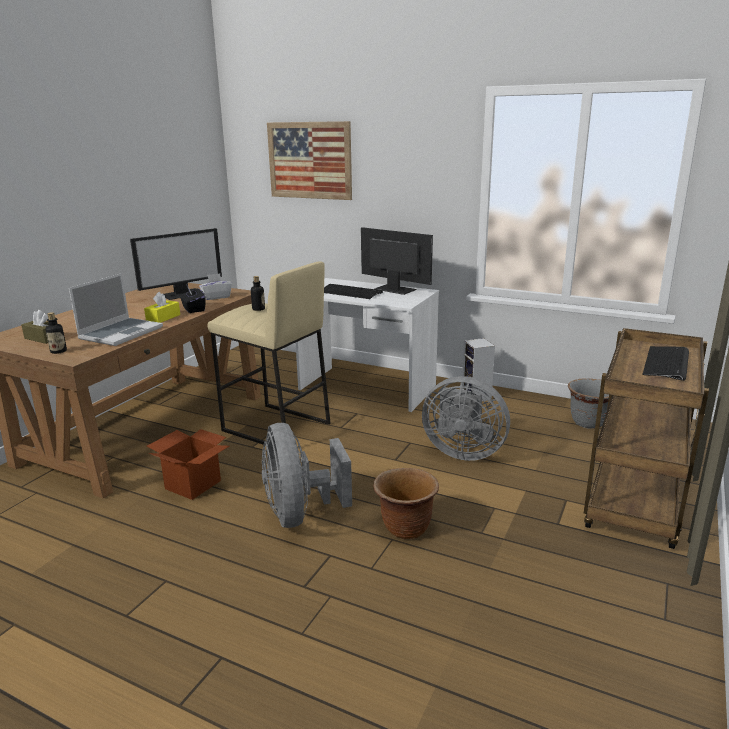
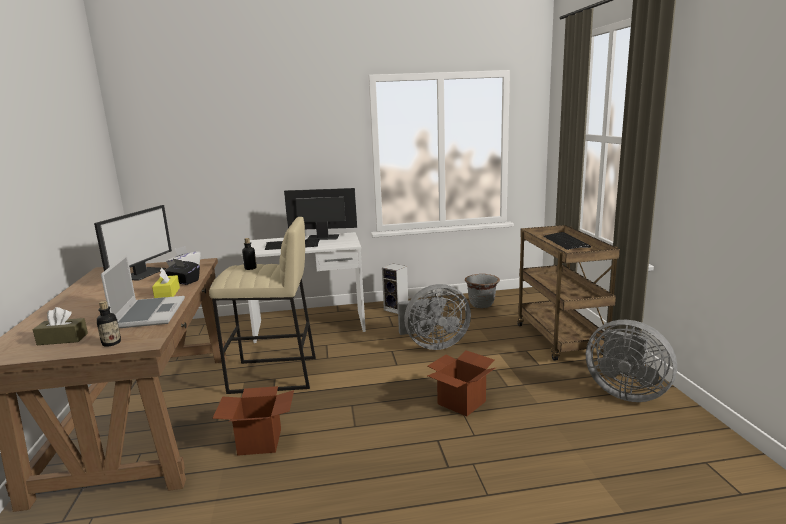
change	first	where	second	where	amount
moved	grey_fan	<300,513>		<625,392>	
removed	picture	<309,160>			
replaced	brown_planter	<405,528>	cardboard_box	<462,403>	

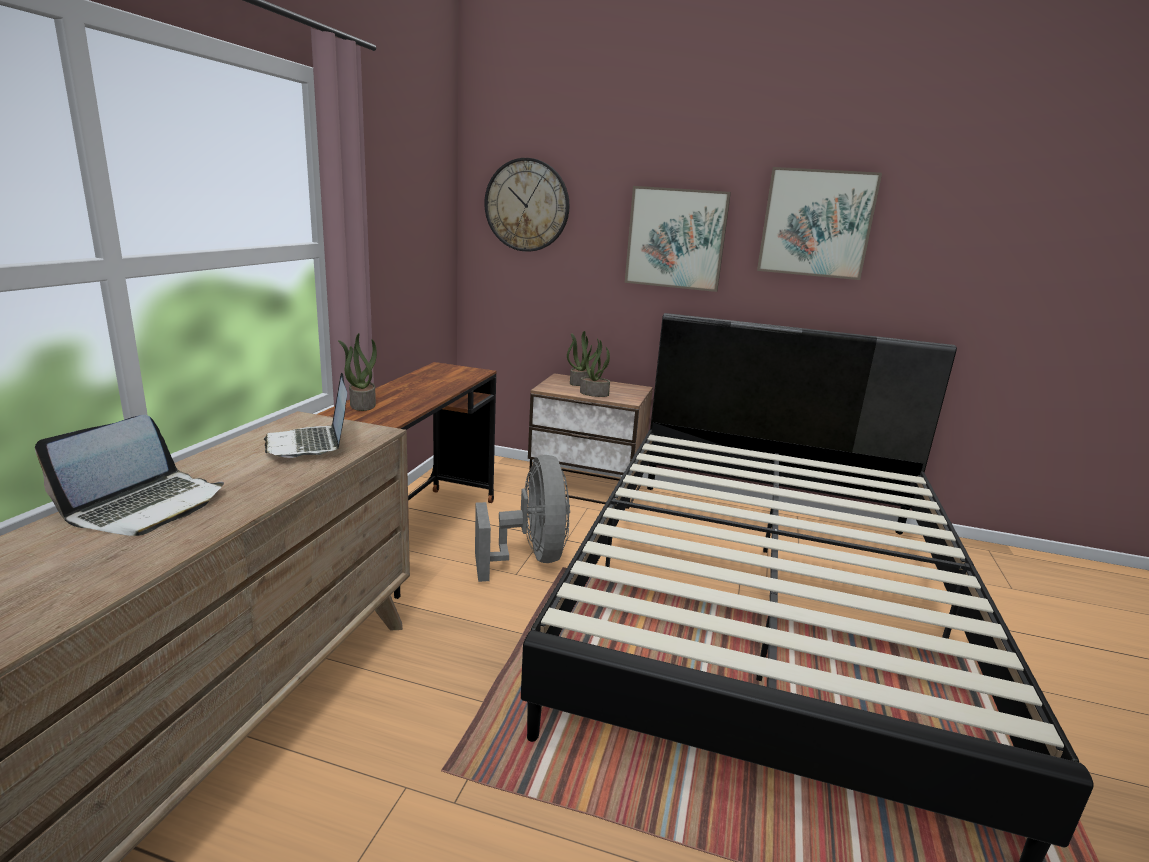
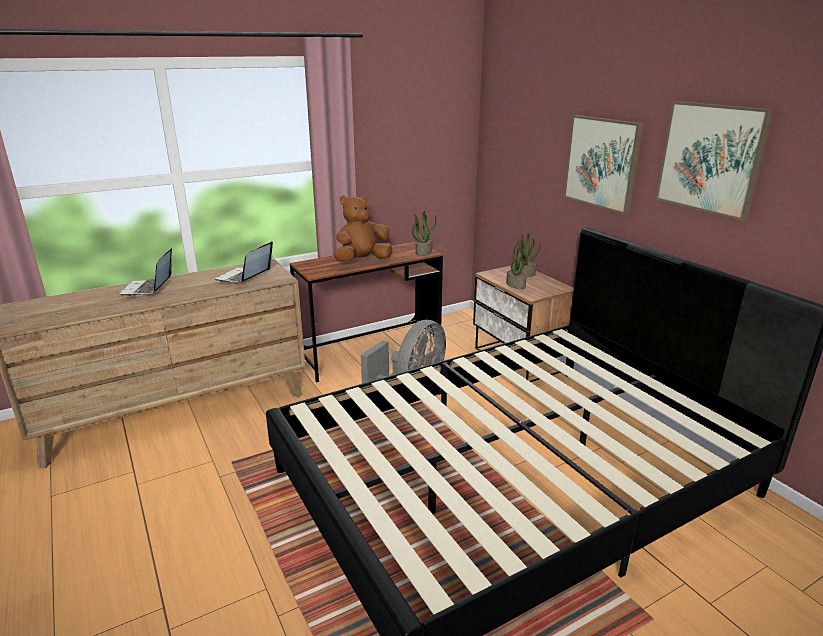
change	first	where	second	where	amount
turned	laptop	<146,506>		<148,289>	105 degrees clockwise
moved	potted_plant	<362,404>		<423,252>	
removed	wall_clock	<527,205>			
added			brown_plush_toy	<362,261>	

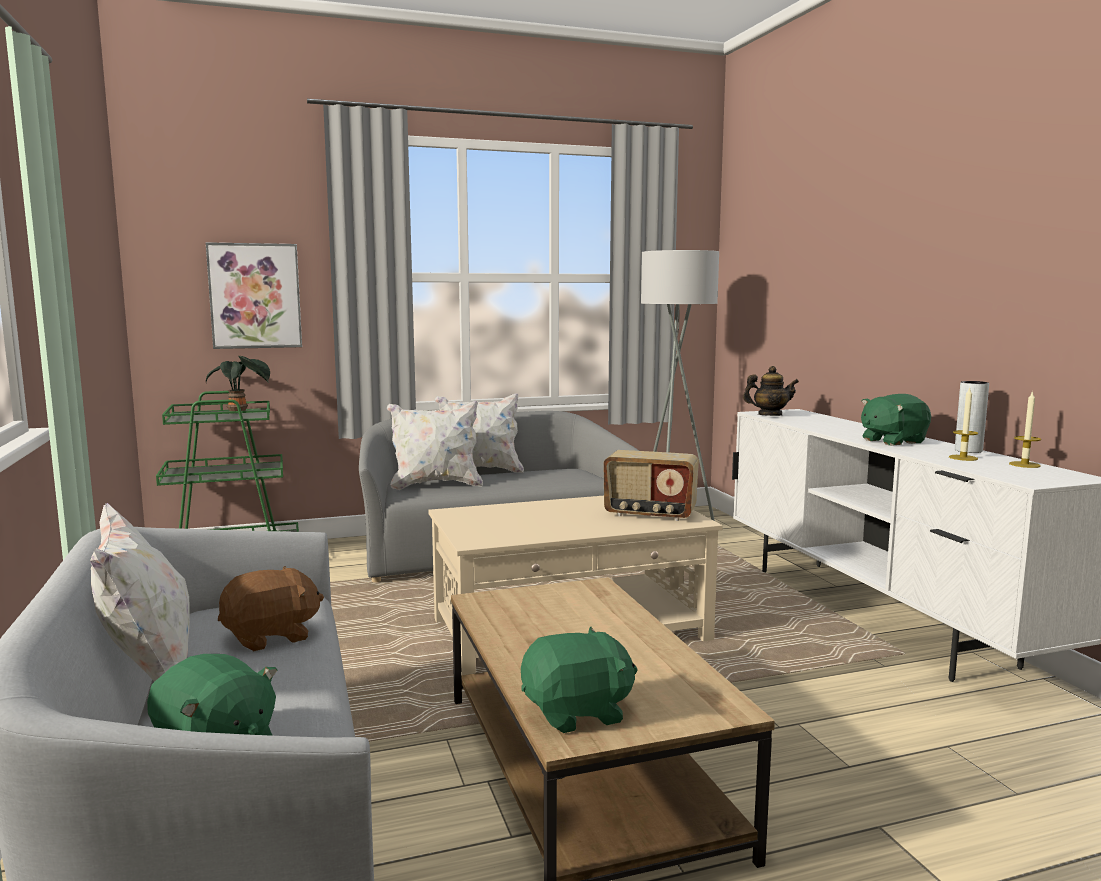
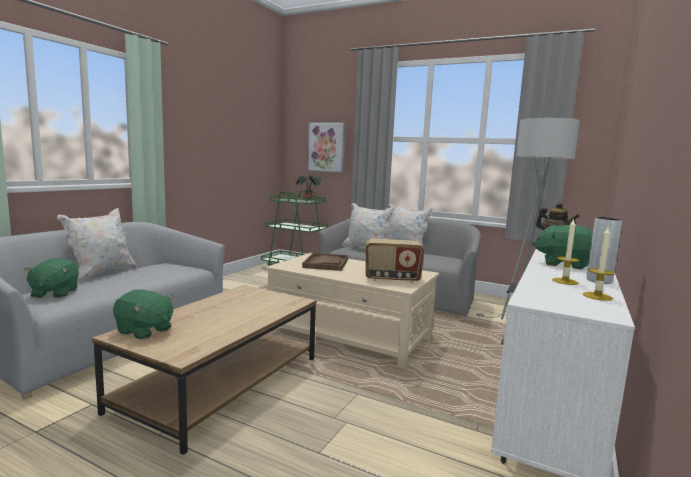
change	first	where	second	where	amount
removed	brown_plush_toy	<271,637>			
turned	radio	<649,514>		<392,279>	60 degrees counterclockwise
added			brown_tray	<326,263>	

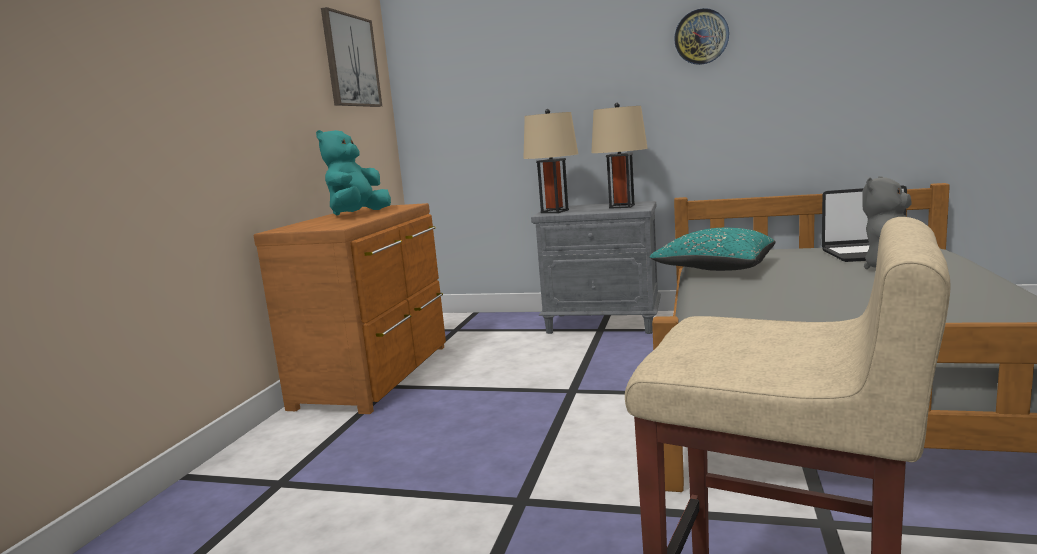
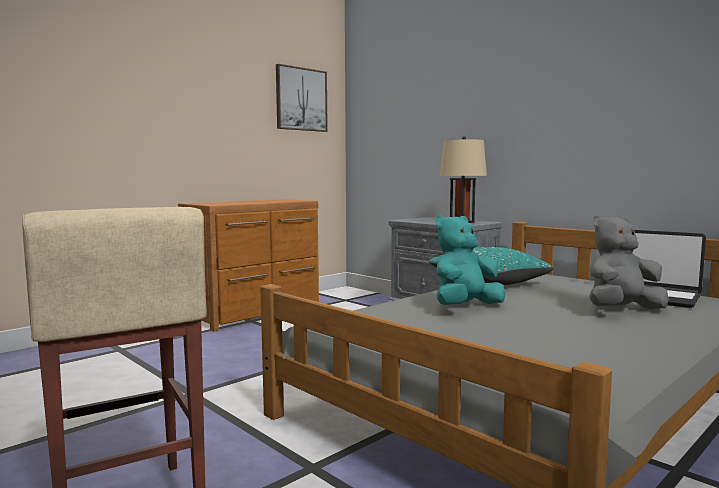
change	first	where	second	where	amount
moved	turquoise_plush_toy	<357,214>		<465,307>	
removed	beige_table_lamp	<554,211>			
removed	wall_clock	<701,37>			

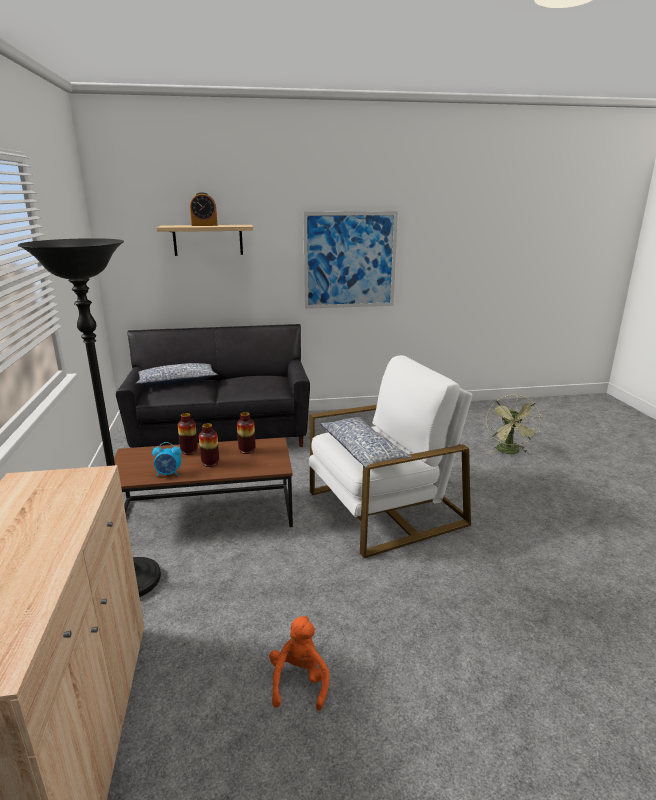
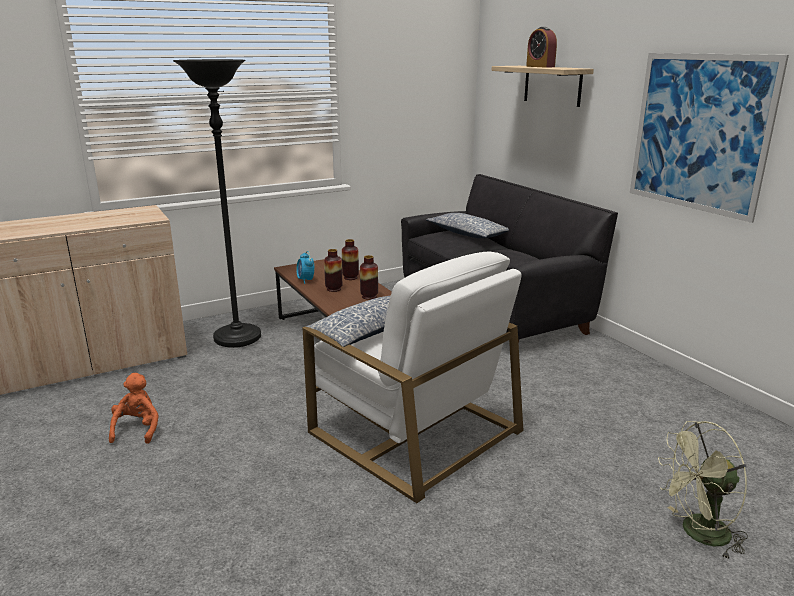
change	first	where	second	where	amount
turned	orange_plush_toy	<299,681>		<137,429>	75 degrees counterclockwise

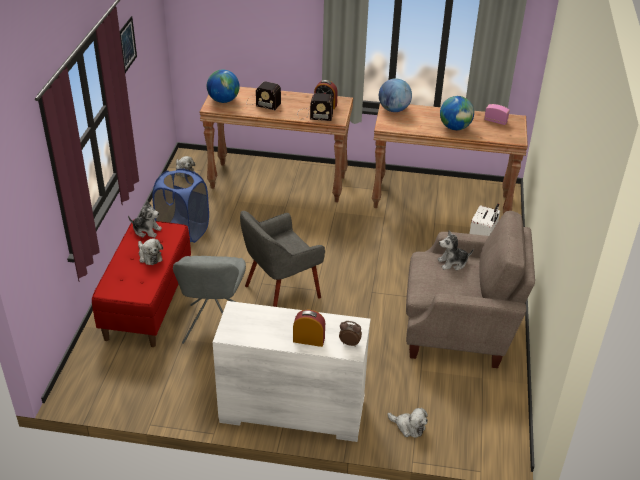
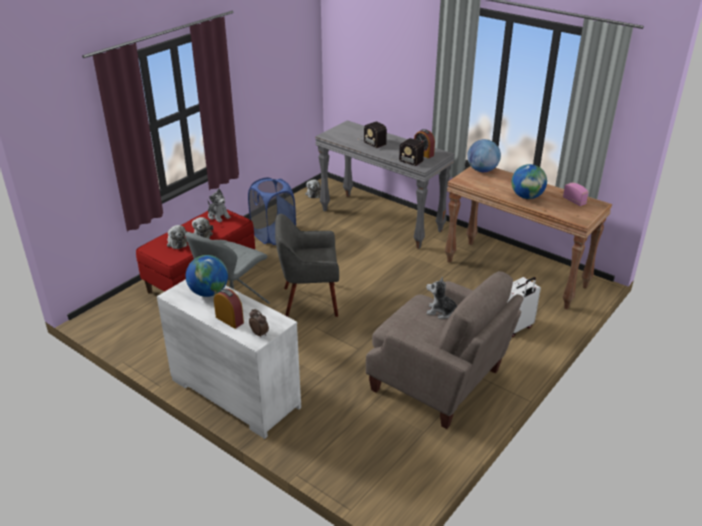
change	first	where	second	where	amount
removed	picture	<127,44>			
recoloured	brown_console_table	<279,182>	grey_console_table	<382,220>	
moved	globe	<223,100>		<209,292>	
moved	plush_toy	<408,427>		<176,242>	

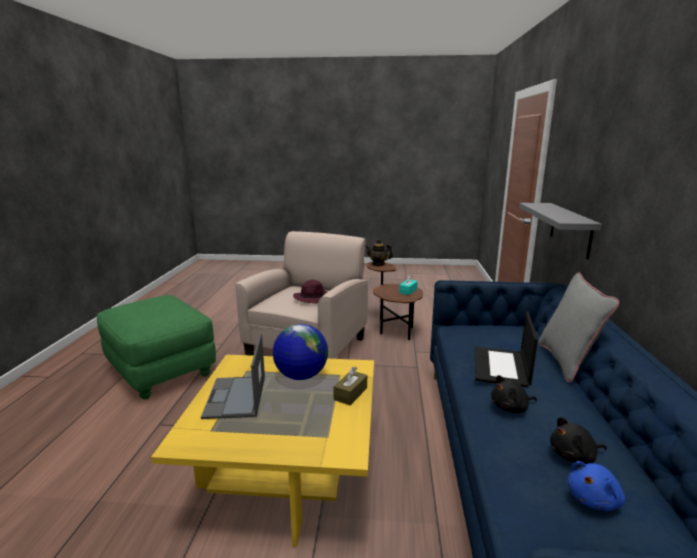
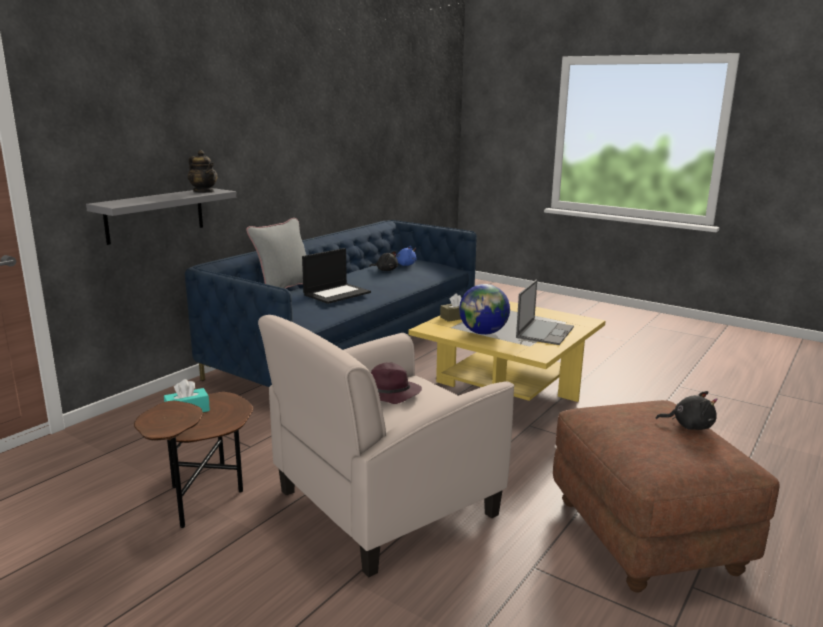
change	first	where	second	where	amount
recoloured	green_ottoman	<161,370>	brown_ottoman	<645,535>	
moved	teapot	<378,264>		<204,192>	
moved	black_plush_toy	<511,408>		<689,426>	

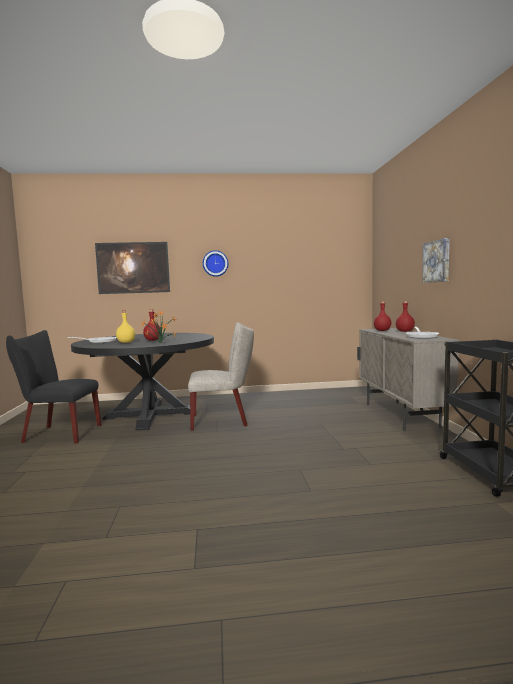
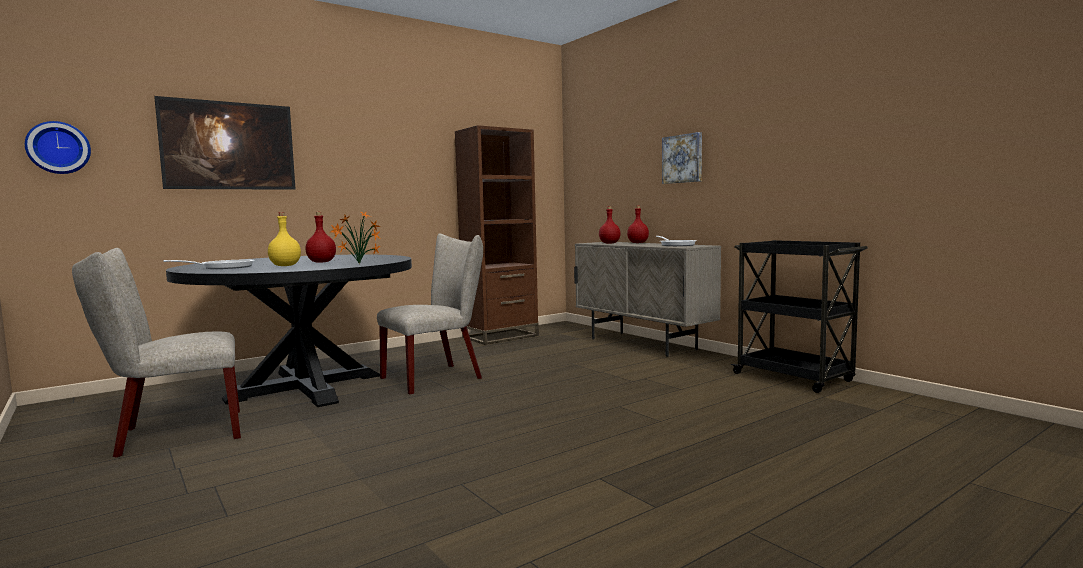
change	first	where	second	where	amount
recoloured	black_chair	<57,434>	beige_chair	<172,434>	
moved	wall_clock	<215,263>		<58,148>	
added			brown_bookcase	<500,336>	

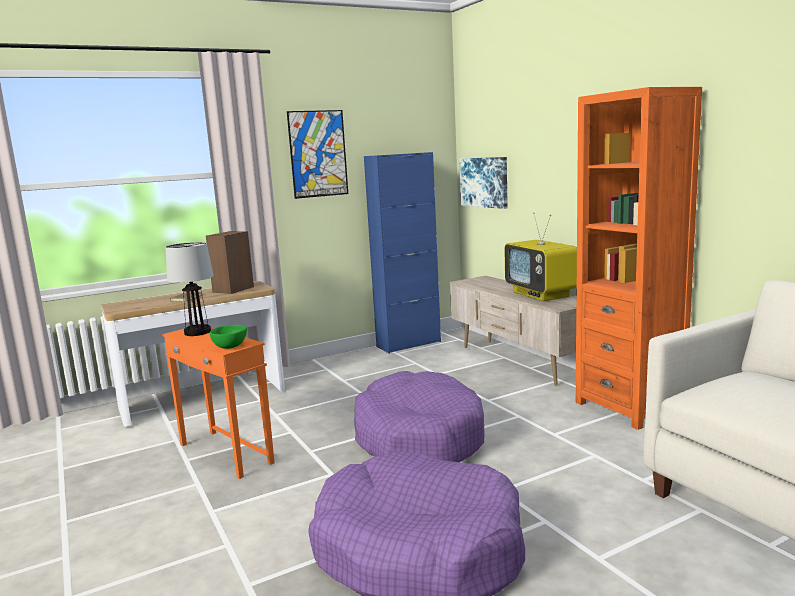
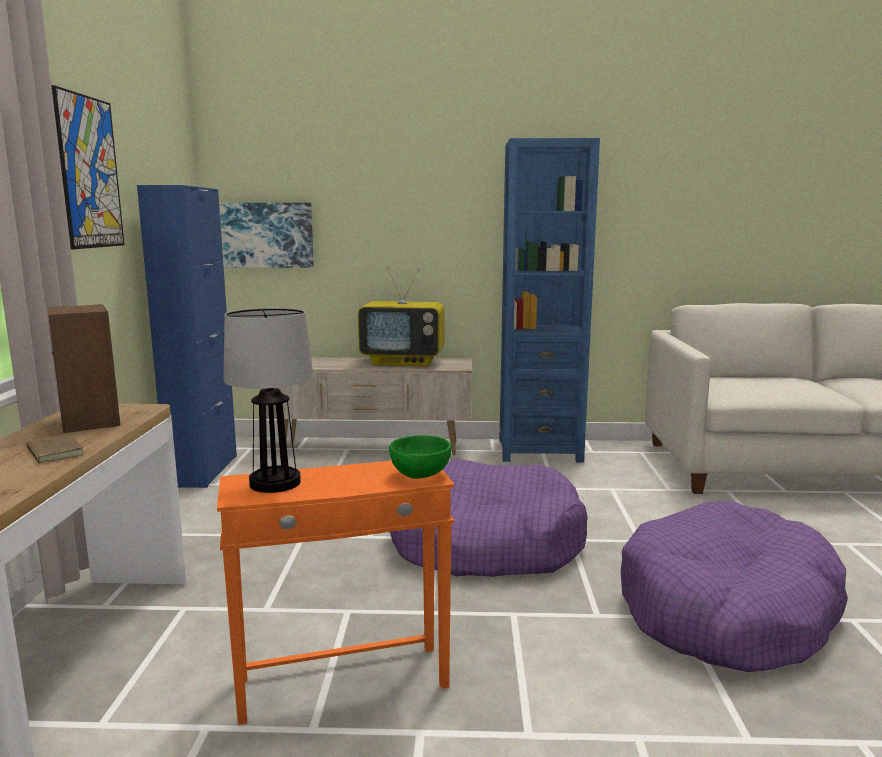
change	first	where	second	where	amount
recoloured	orange_bookcase	<629,407>	blue_bookcase	<539,450>	

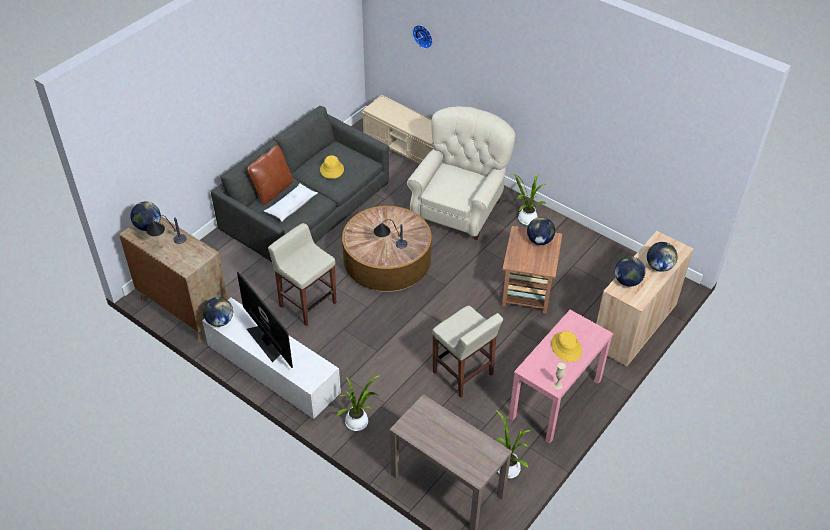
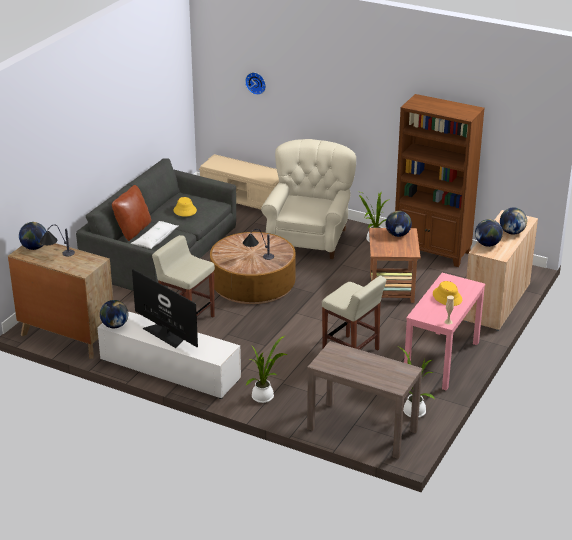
change	first	where	second	where	amount
added			brown_bookcase	<432,252>	

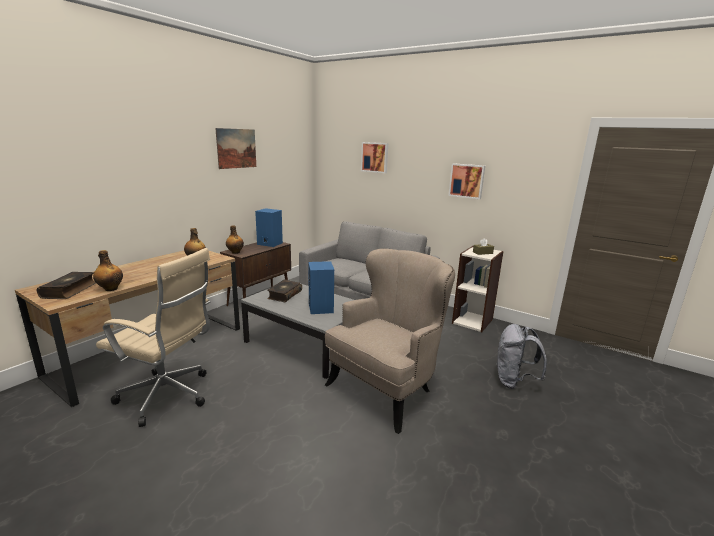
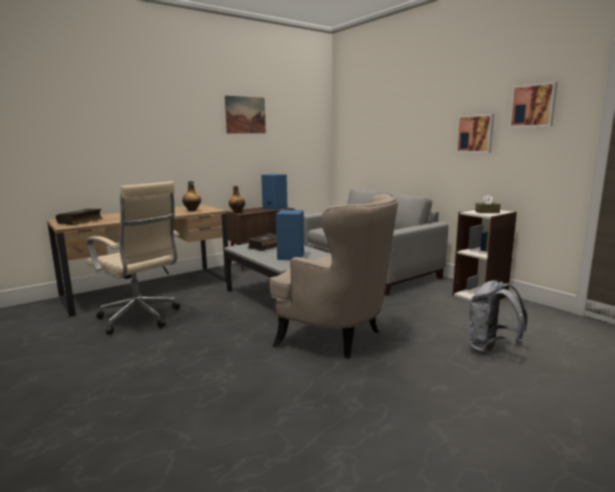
change	first	where	second	where	amount
removed	bottle	<110,289>			
turned	beige_armchair	<386,389>		<337,337>	60 degrees clockwise
moved	picture	<375,157>		<533,105>	

